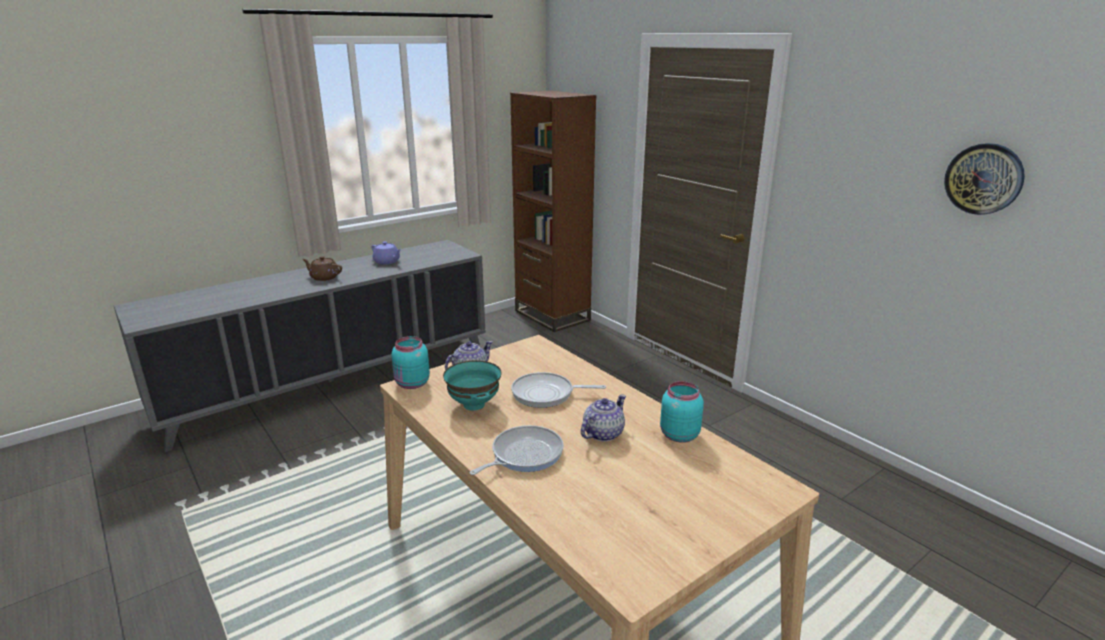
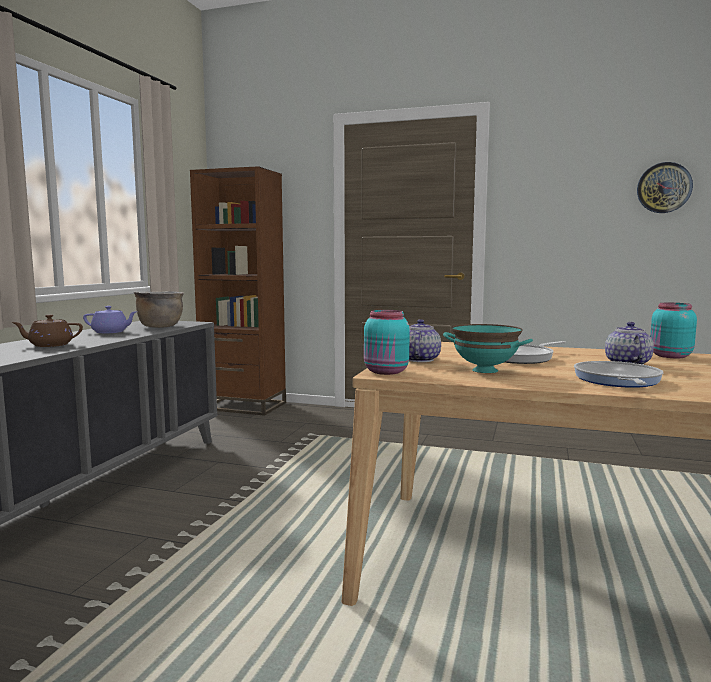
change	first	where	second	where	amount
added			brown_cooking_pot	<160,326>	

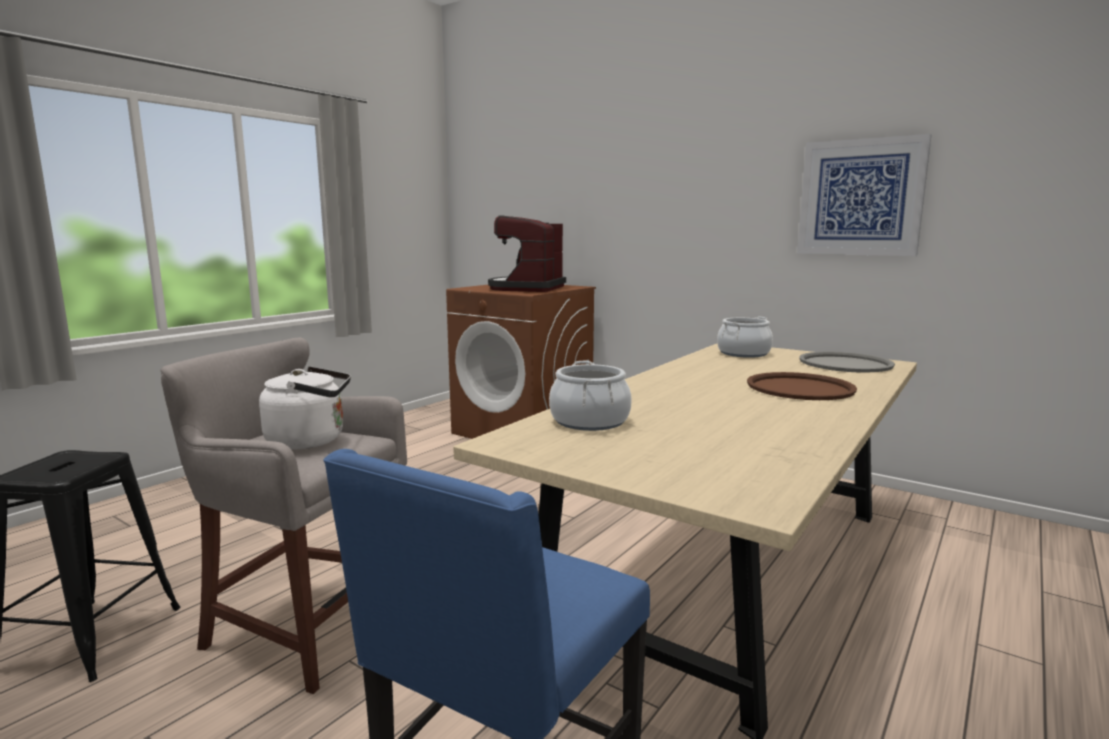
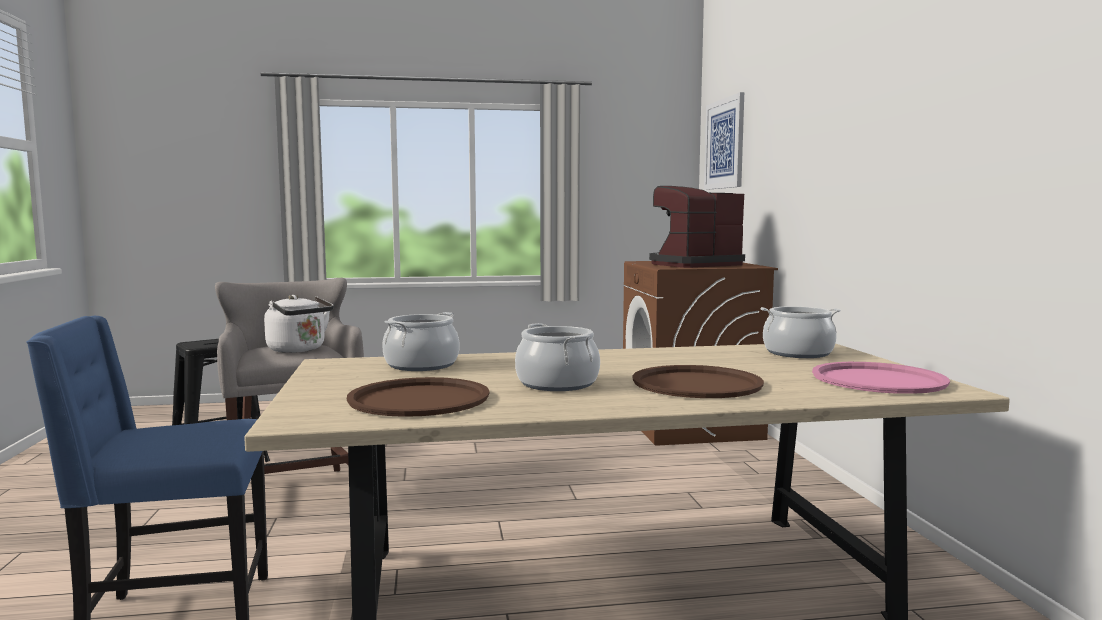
change	first	where	second	where	amount
moved	picture	<860,197>		<724,144>	
recoloured	grey_tray	<845,364>	pink_tray	<878,380>	
added			brown_tray	<419,399>	
added			cooking_pot	<557,384>	

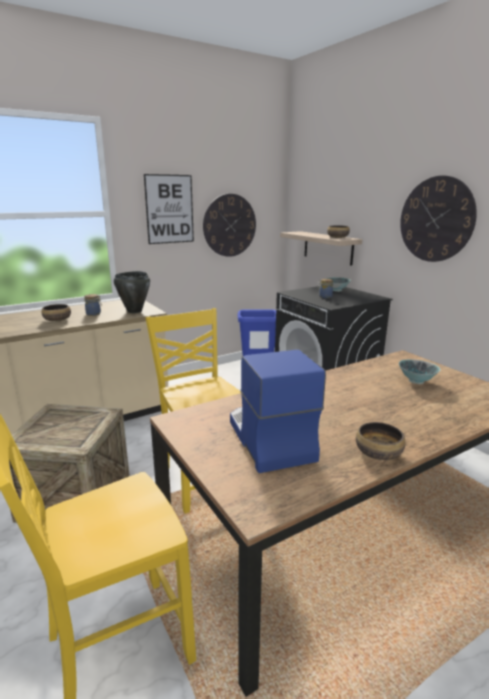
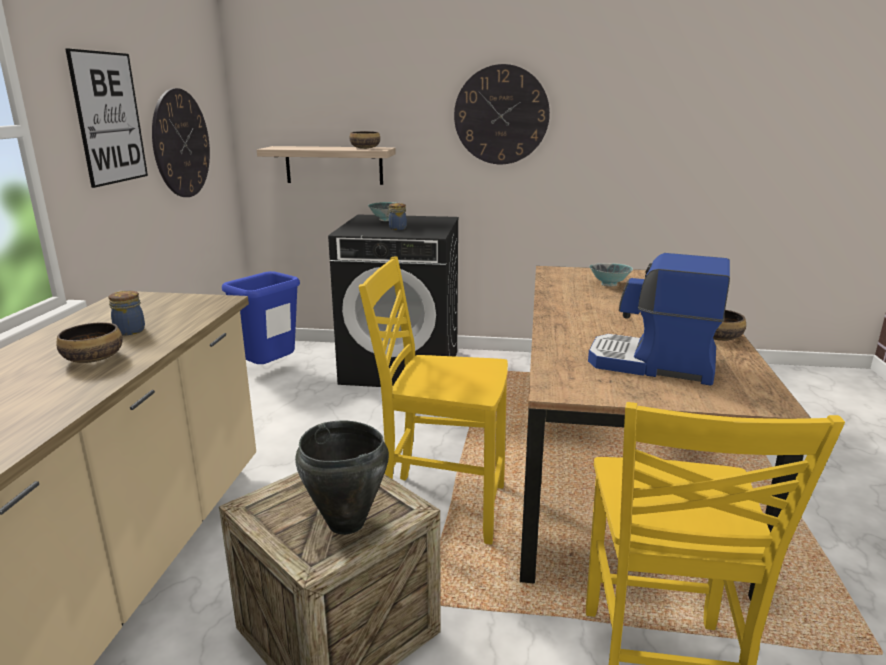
change	first	where	second	where	amount
moved	black_cooking_pot	<134,311>		<346,524>	

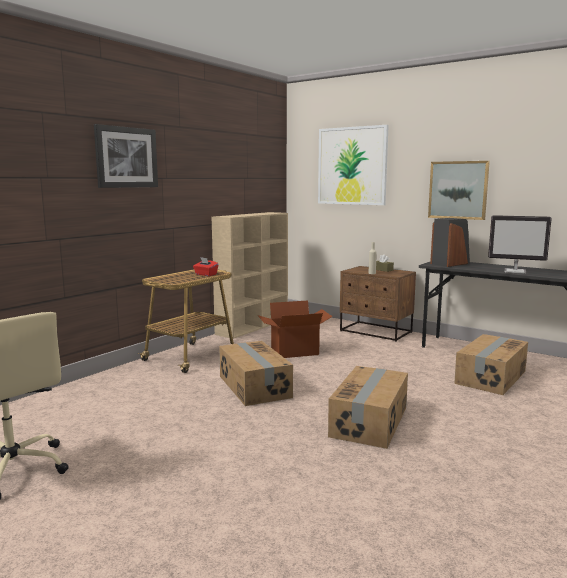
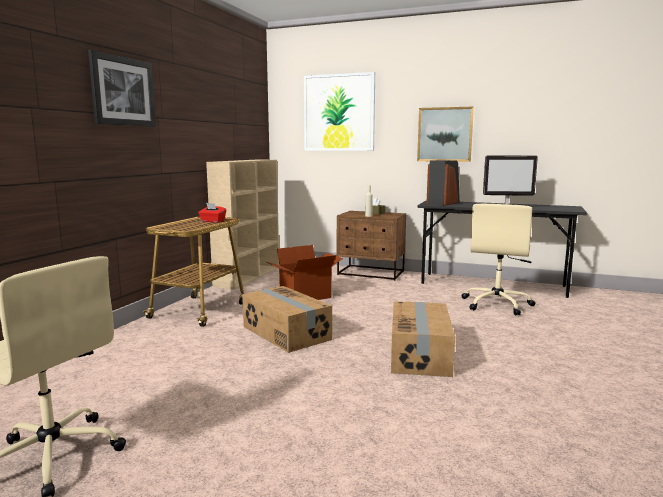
change	first	where	second	where	amount
replaced	cardboard_box	<490,377>	beige_office_chair	<497,304>	

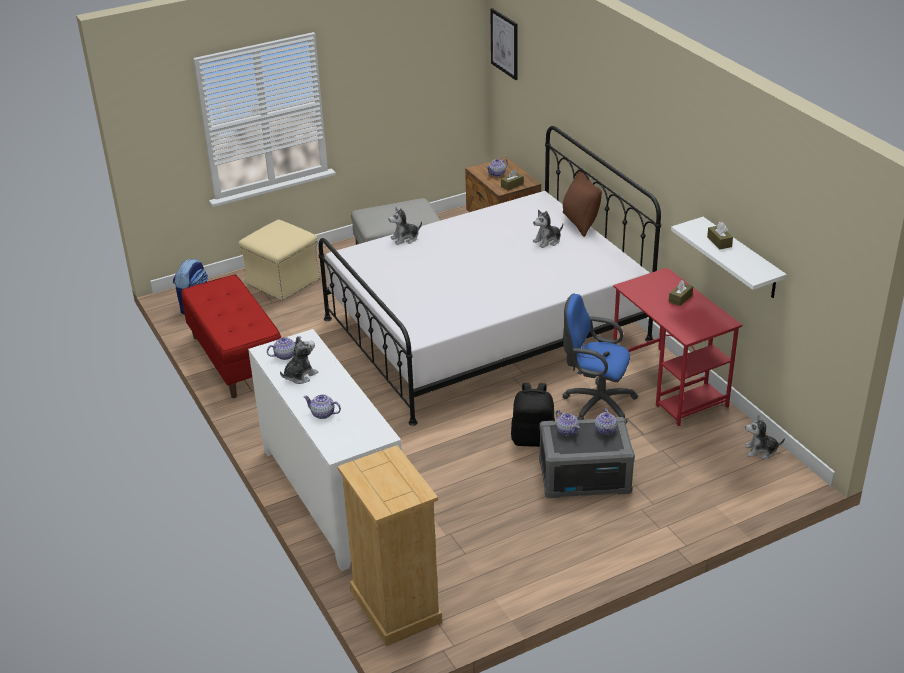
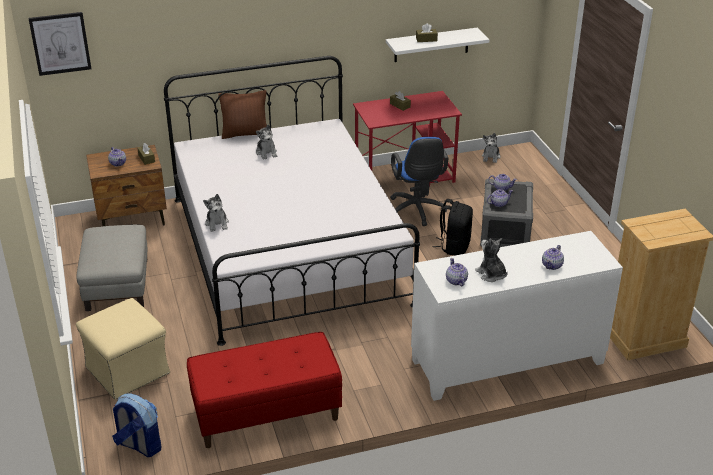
change	first	where	second	where	amount
turned	blue_office_chair	<595,403>		<416,211>	45 degrees counterclockwise

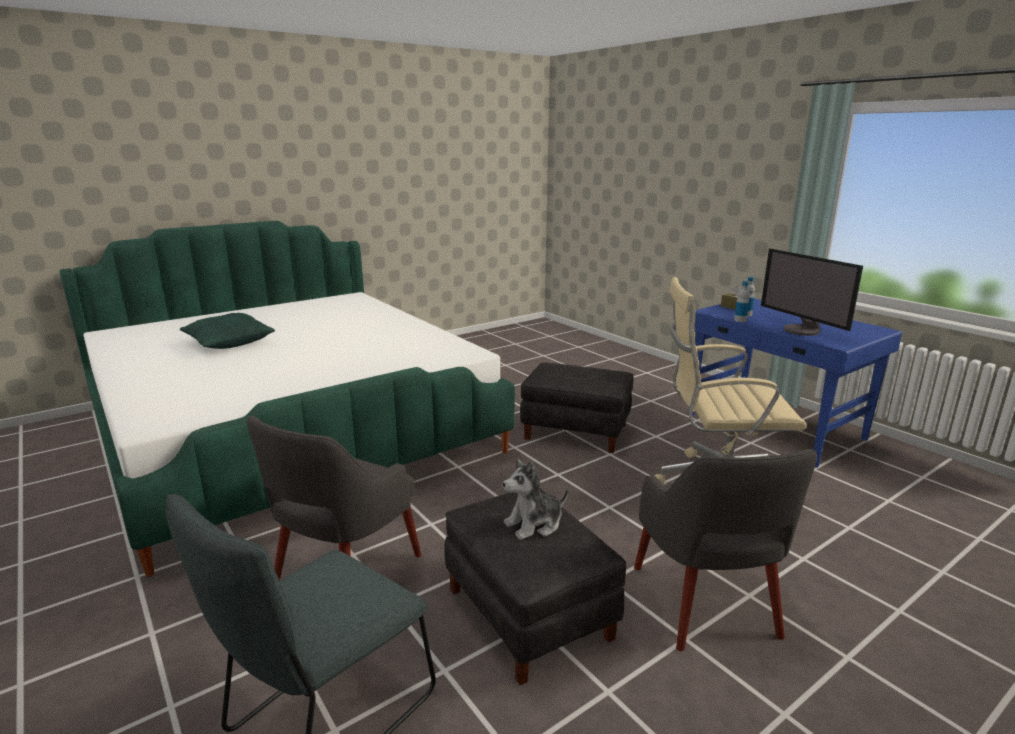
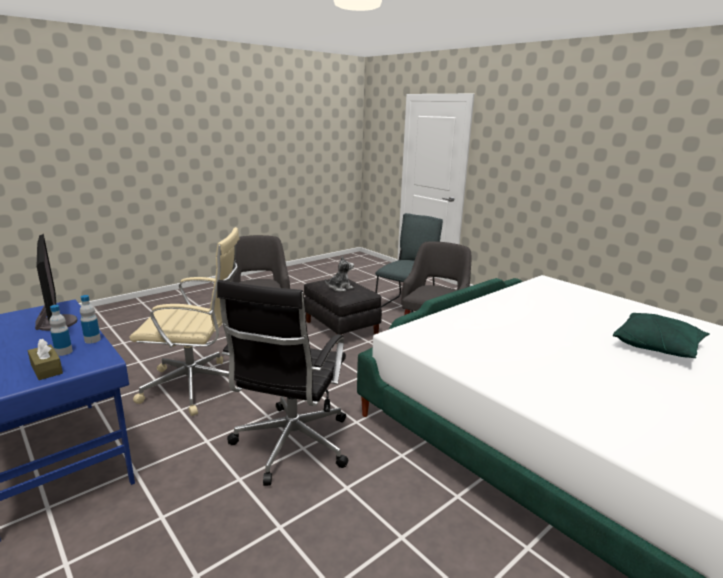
change	first	where	second	where	amount
replaced	black_ottoman	<576,431>	black_office_chair	<290,445>	

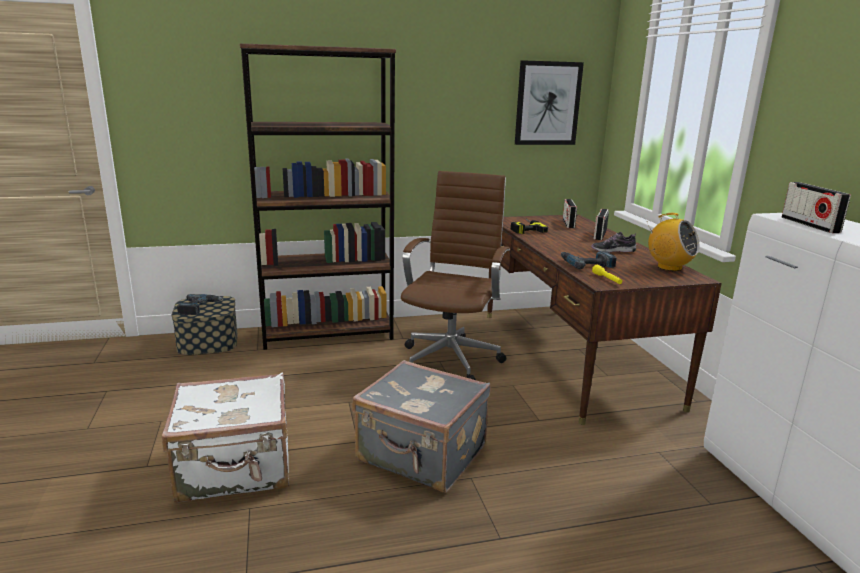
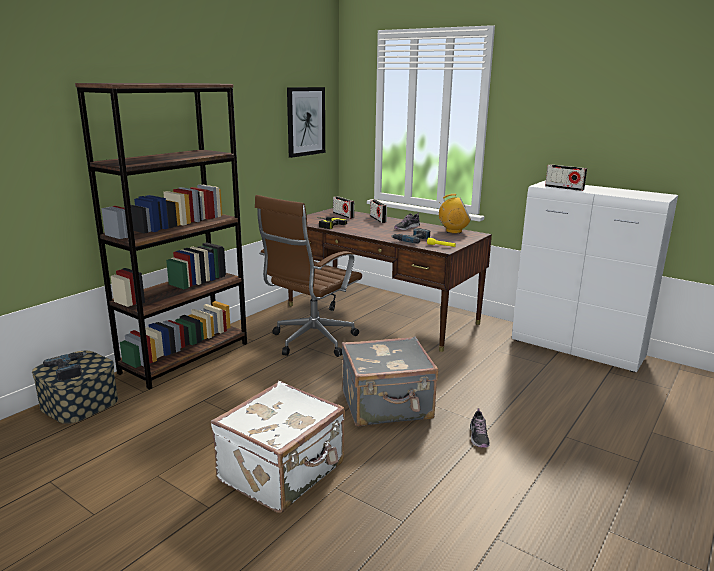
change	first	where	second	where	amount
turned	brown_office_chair	<452,358>		<311,342>	120 degrees counterclockwise
added			shoe	<478,436>	

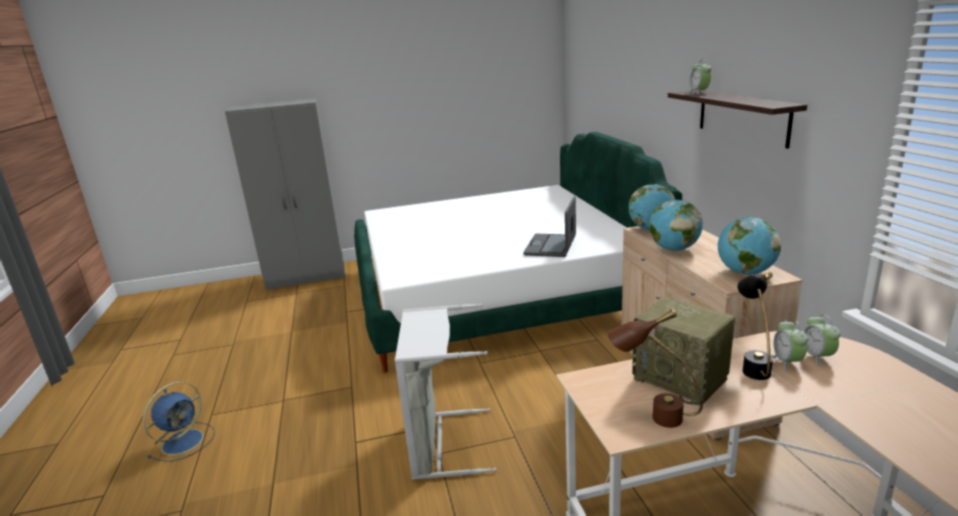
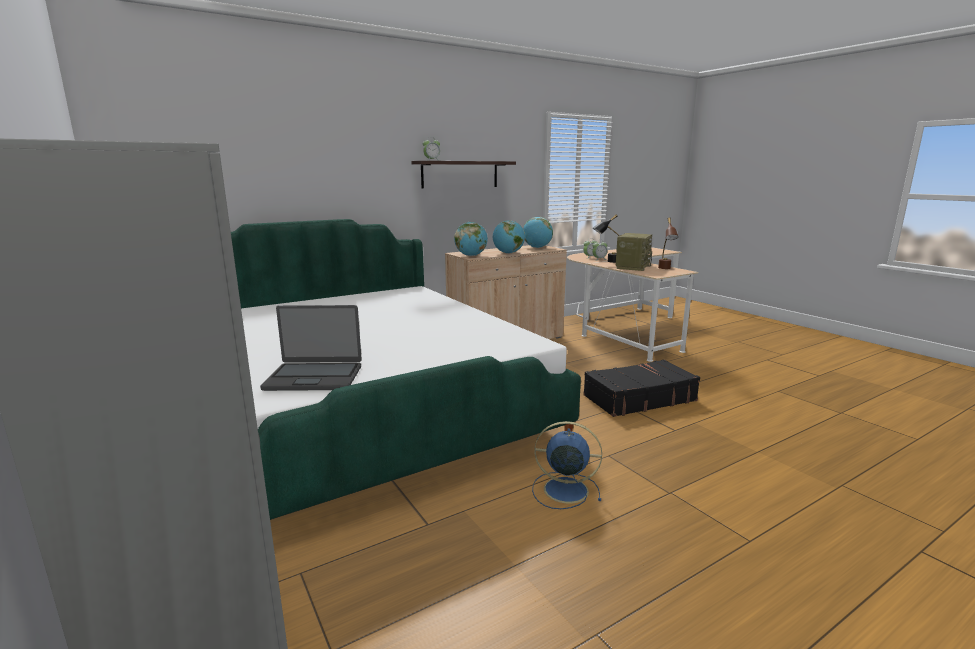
change	first	where	second	where	amount
moved	blue_fan	<184,441>		<563,490>	
replaced	grey_laundry_basket	<441,444>	black_suitcase	<638,398>	
moved	laptop	<551,246>		<314,377>	

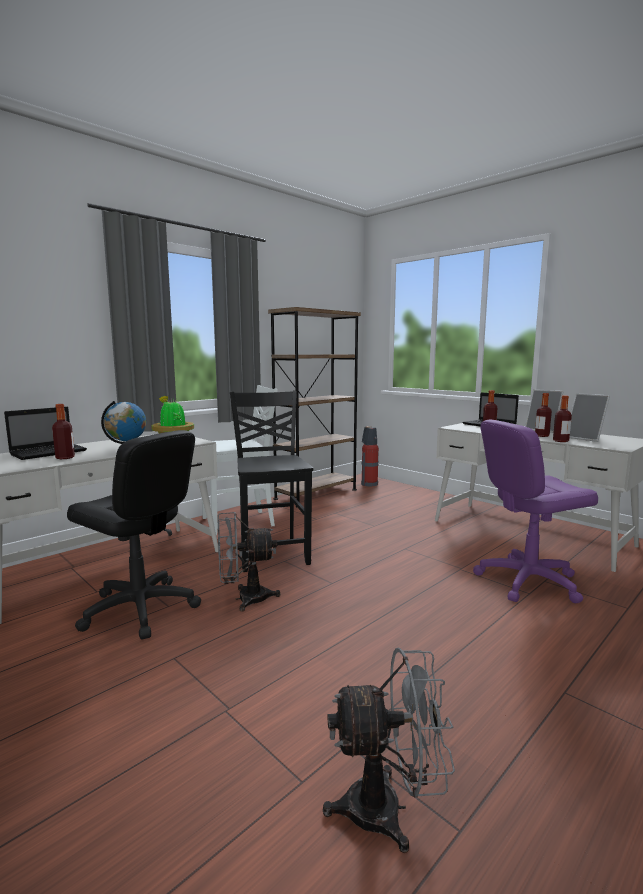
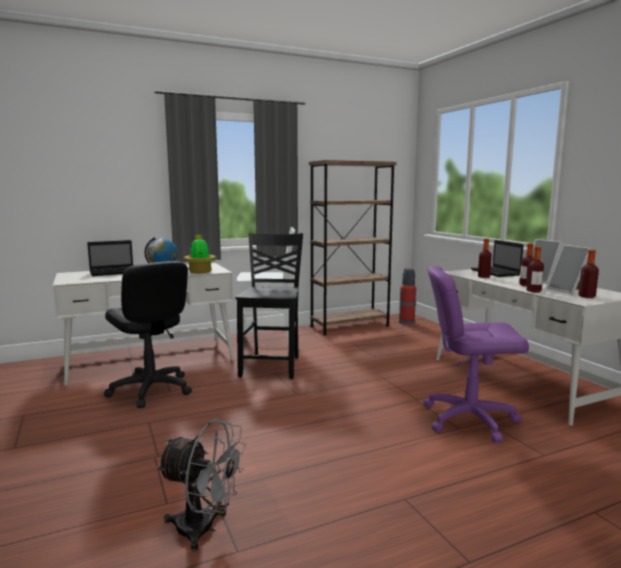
change	first	where	second	where	amount
moved	bottle	<65,457>		<586,296>	
removed	grey_fan	<244,599>			

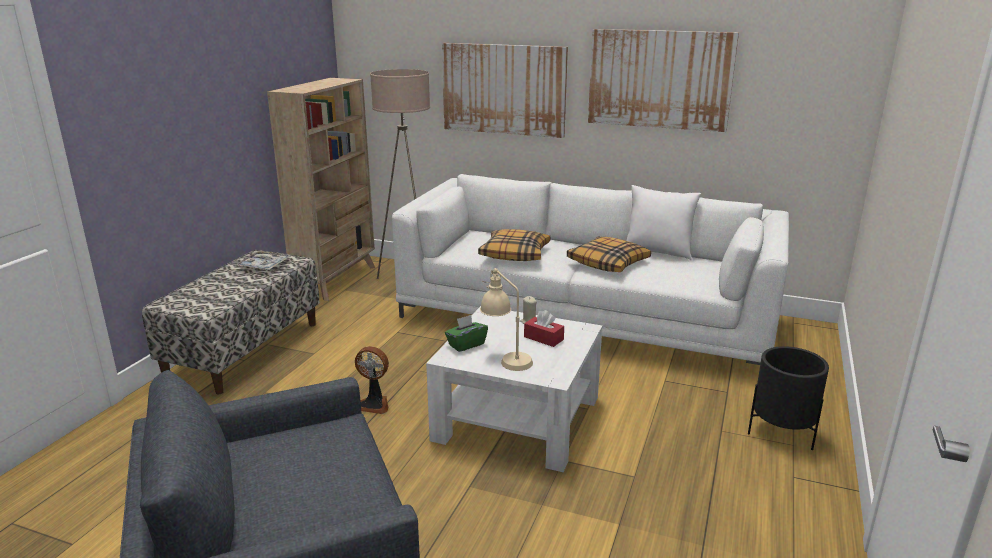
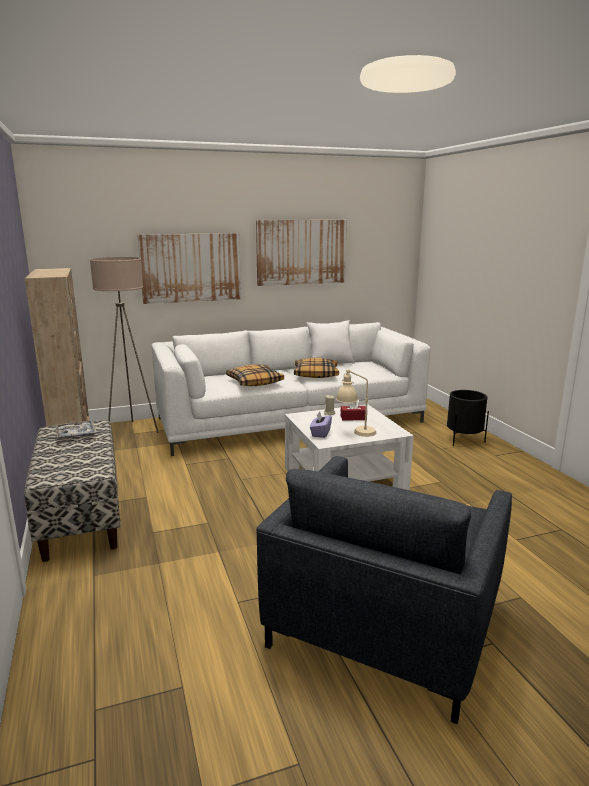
change	first	where	second	where	amount
removed	fan	<374,404>			
recoloured	green_tissue_box	<466,344>	purple_tissue_box	<320,433>	

